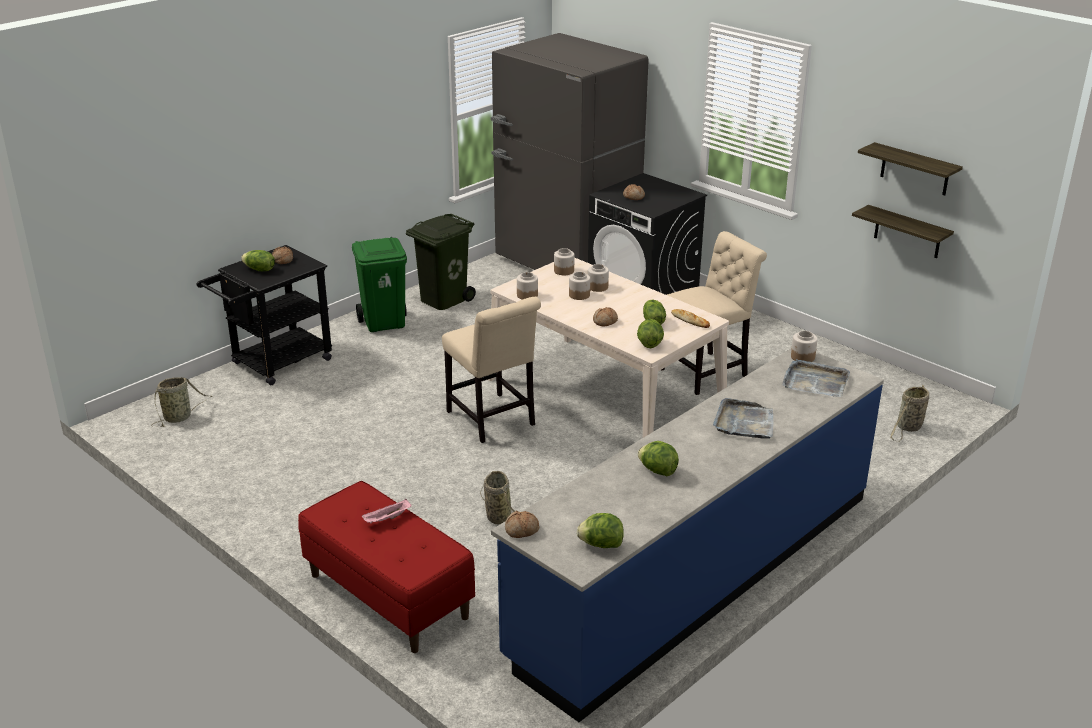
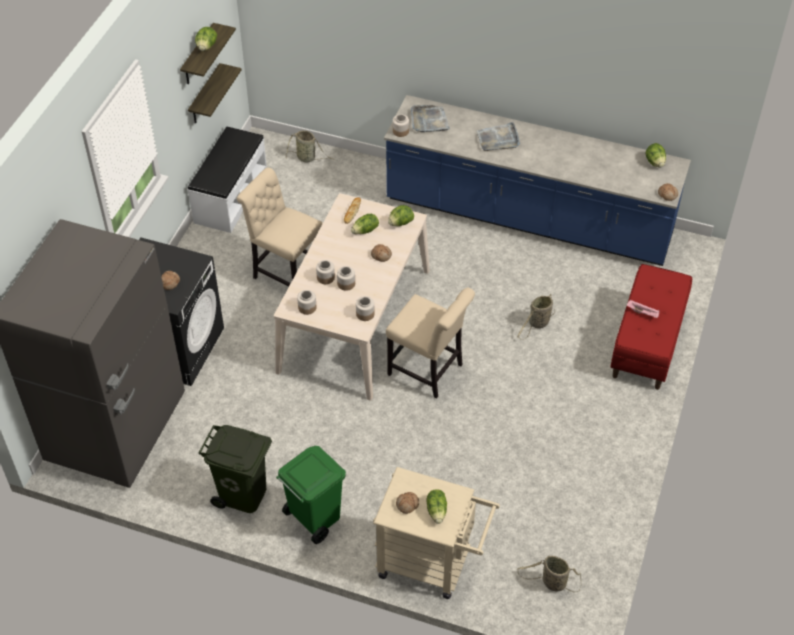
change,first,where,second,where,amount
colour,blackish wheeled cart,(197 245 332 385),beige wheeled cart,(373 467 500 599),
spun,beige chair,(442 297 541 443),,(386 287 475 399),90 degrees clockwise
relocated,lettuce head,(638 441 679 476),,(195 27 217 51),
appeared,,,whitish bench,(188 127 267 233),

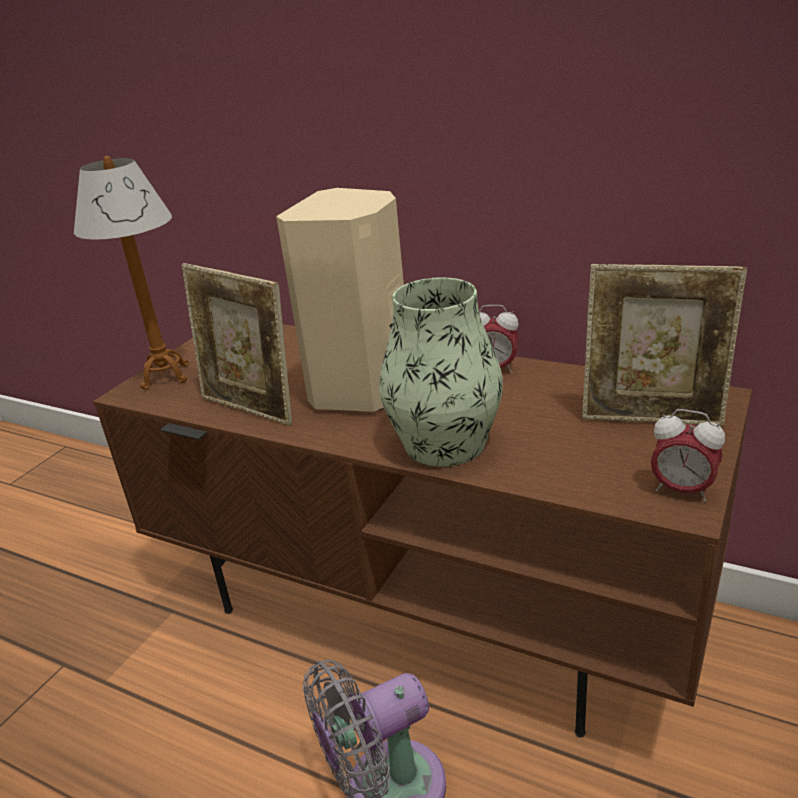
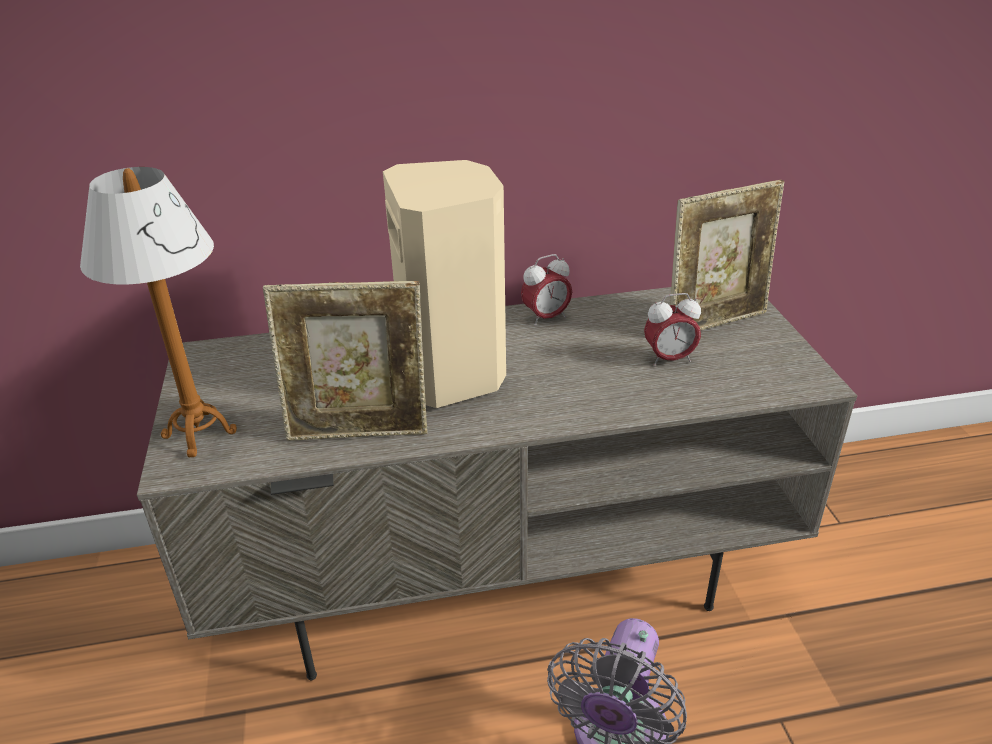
change,first,where,second,where,amount
colour,brown media console,(93 324 752 737),greyish media console,(137 287 857 680),
missing,decorative vase,(379 277 503 467),,,
relocated,table clock,(651 409 725 502),,(644 293 701 366),

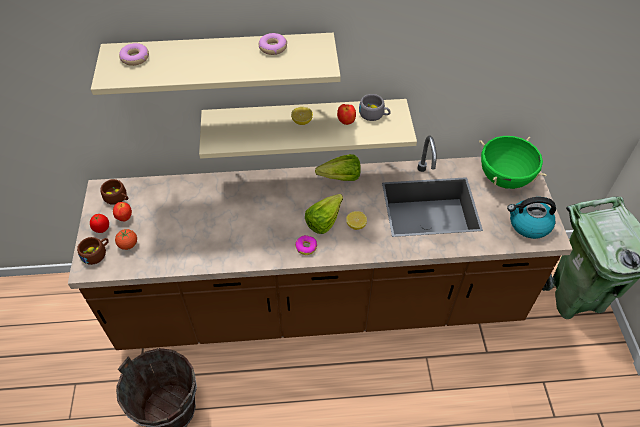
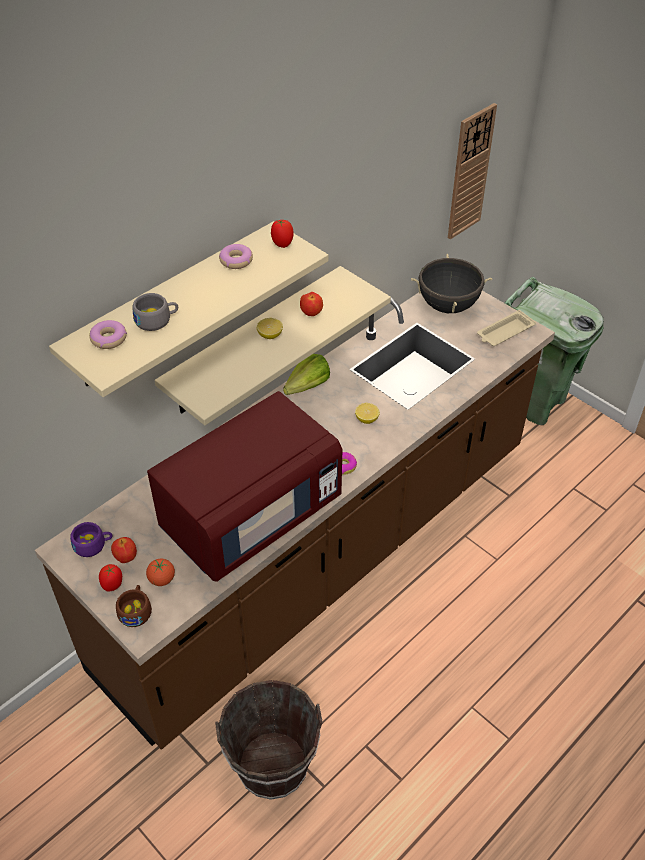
change,first,where,second,where,amount
colour,brown small cup,(100 179 128 205),purple small cup,(70 522 113 557),
missing,lettuce head,(305 194 343 234),,,
relocated,greyish small cup,(359 94 391 121),,(132 293 178 331),
colour,green-coloured stockpot,(479 136 546 189),blackish stockpot,(411 254 493 313),
exchanged,water kettle,(507 197 556 239),beige carrying tray,(477 310 536 346),
appeared,,,red kitchen microwave,(147 391 342 582),
appeared,,,tomato,(271 220 294 248),
appeared,,,hanging clock,(448 103 497 239),

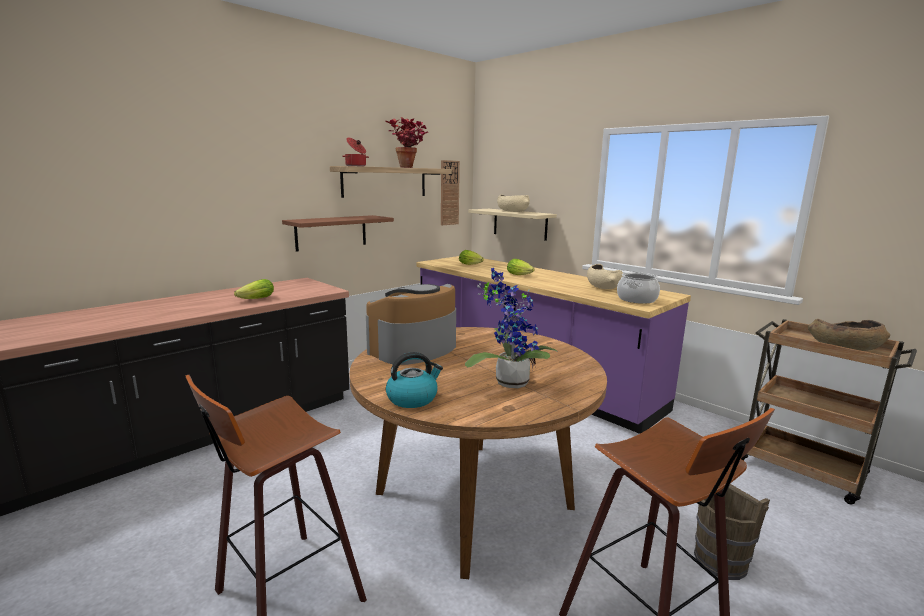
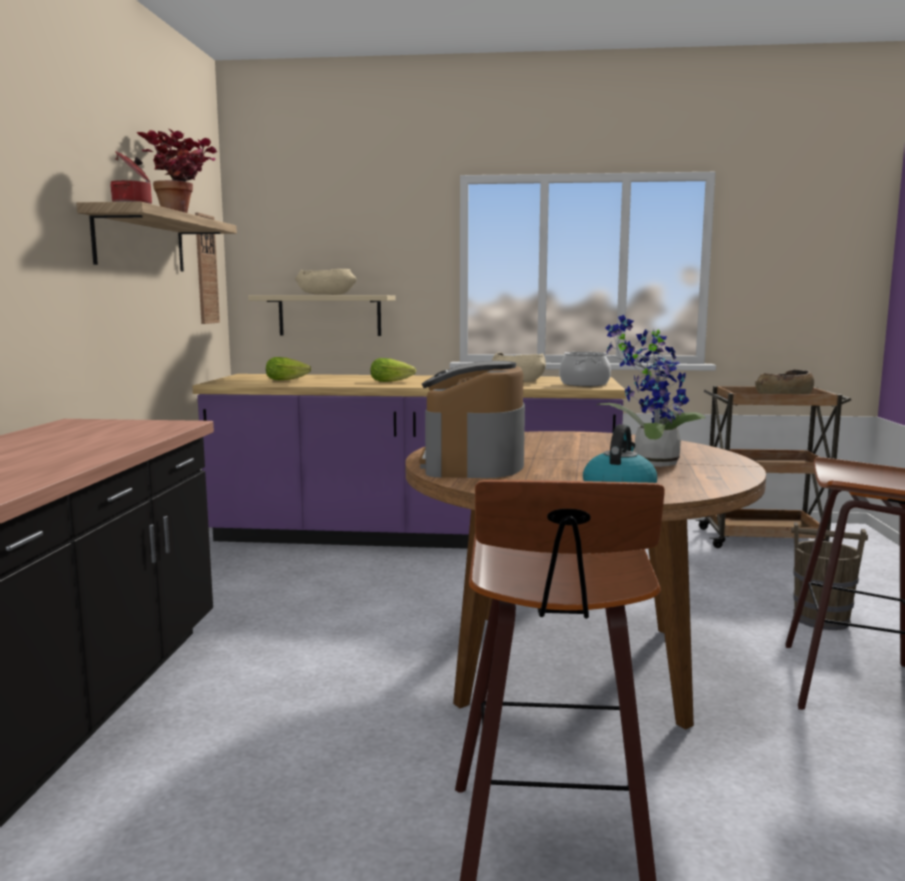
change,first,where,second,where,amount
missing,lettuce head,(234 279 274 299),,,
missing,brown bracket shelf,(282 215 394 252),,,

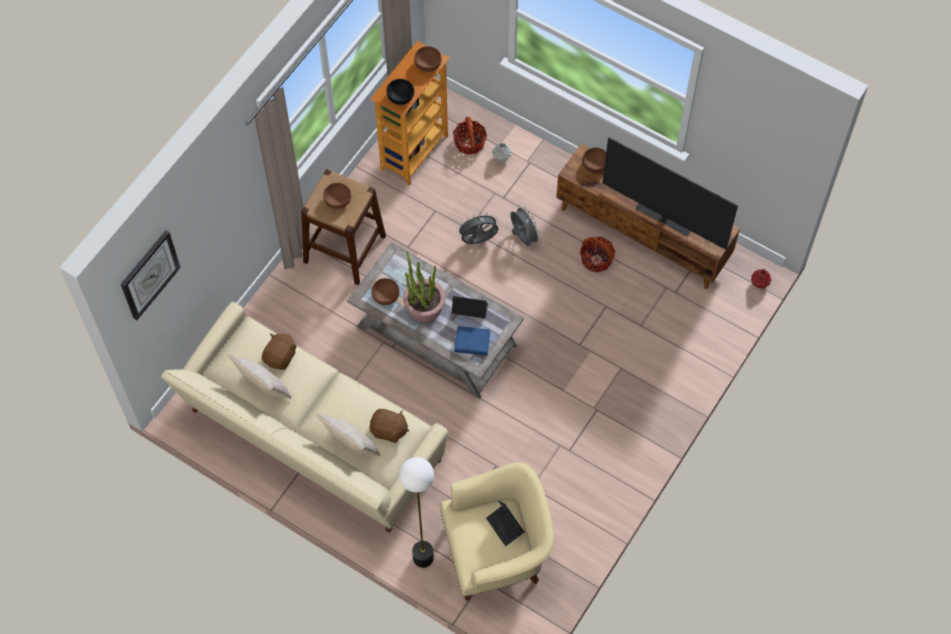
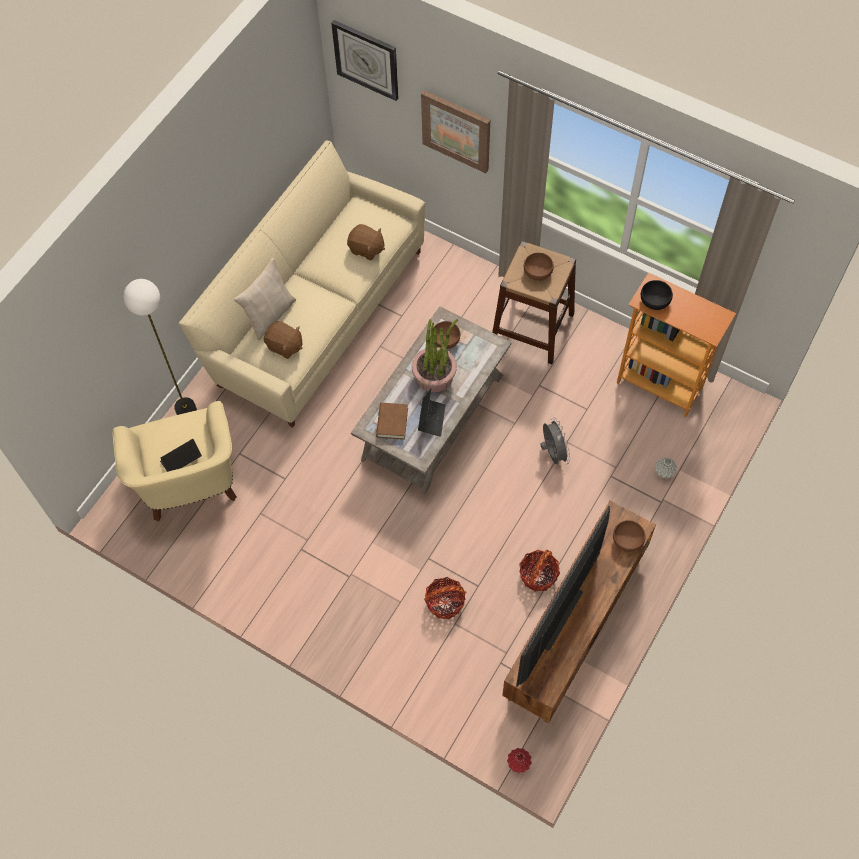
change,first,where,second,where,amount
missing,beige cushion,(227 354 292 399),,,
spun,brown plush toy,(369 409 409 443),,(264 321 302 359),75 degrees counterclockwise
missing,brown serving bowl,(414 46 442 72),,,
relocated,basket,(453 117 487 155),,(424 577 466 619),
colour,bluish volume,(454 326 490 356),brown volume,(376 403 408 440),
missing,greyish cooling fan,(510 205 541 246),,,
appeared,,,picture,(421 90 490 173),

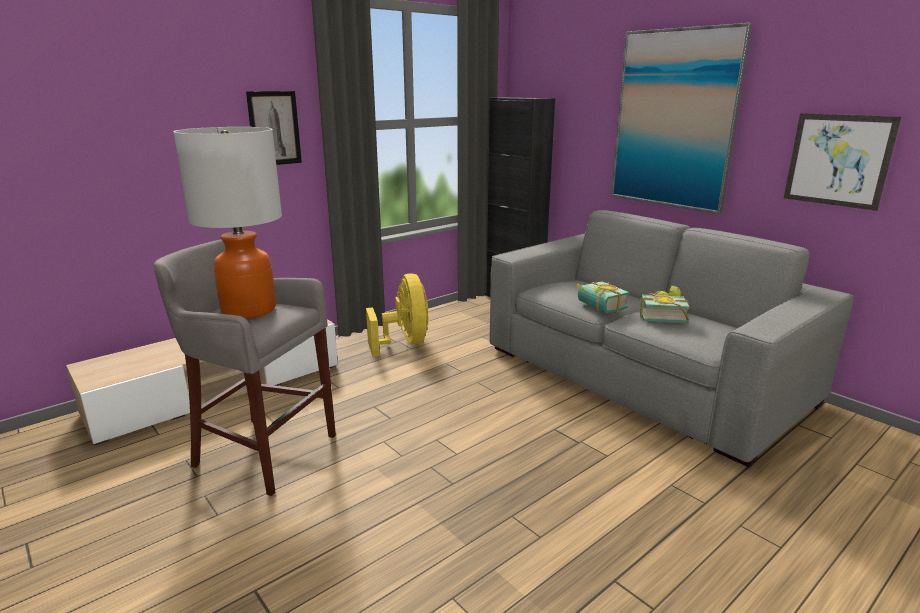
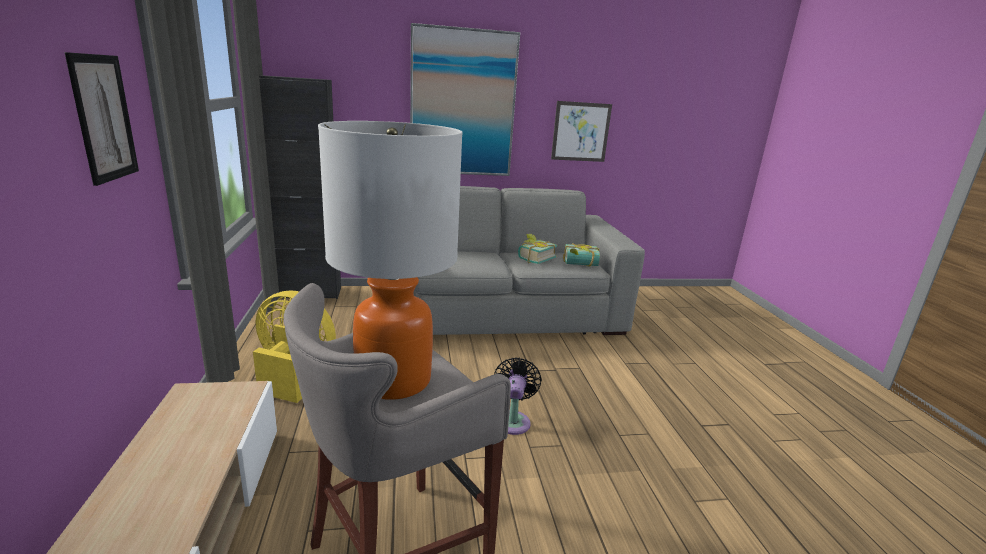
change,first,where,second,where,amount
relocated,volume,(577 281 629 313),,(563 243 600 266),
appeared,,,blackish cooling fan,(494 357 542 435),

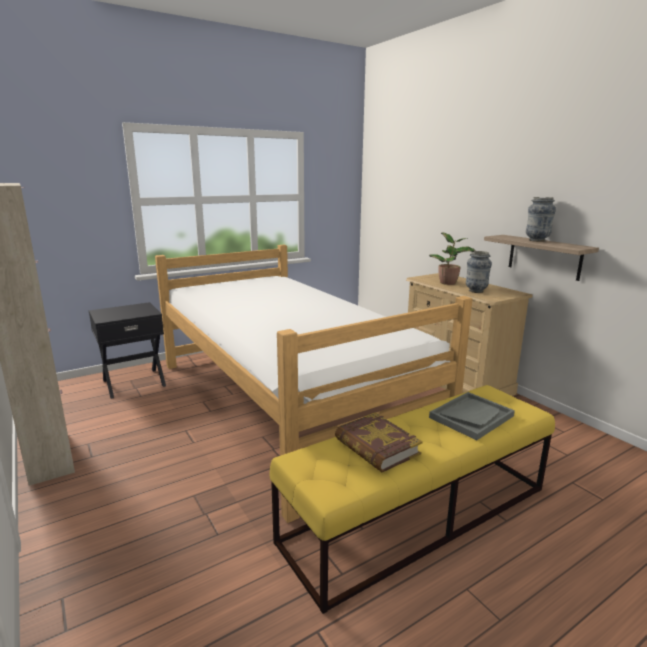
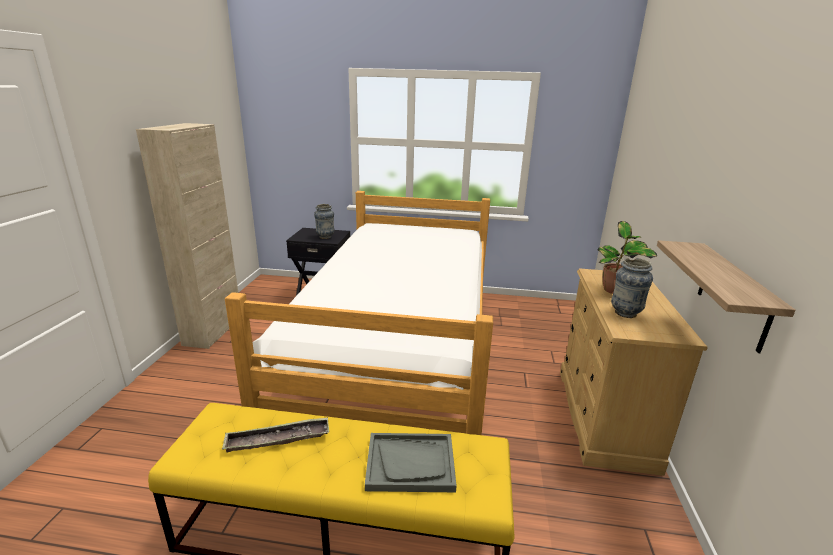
change,first,where,second,where,amount
exchanged,volume,(335 413 423 472),carrying tray,(222 417 329 452),
relocated,decorative vase,(526 197 556 242),,(314 204 334 239),

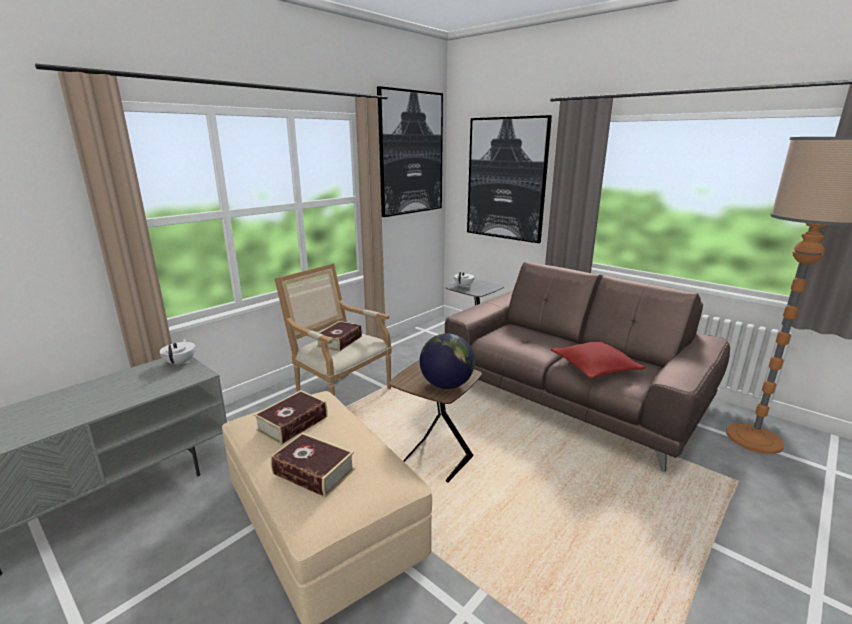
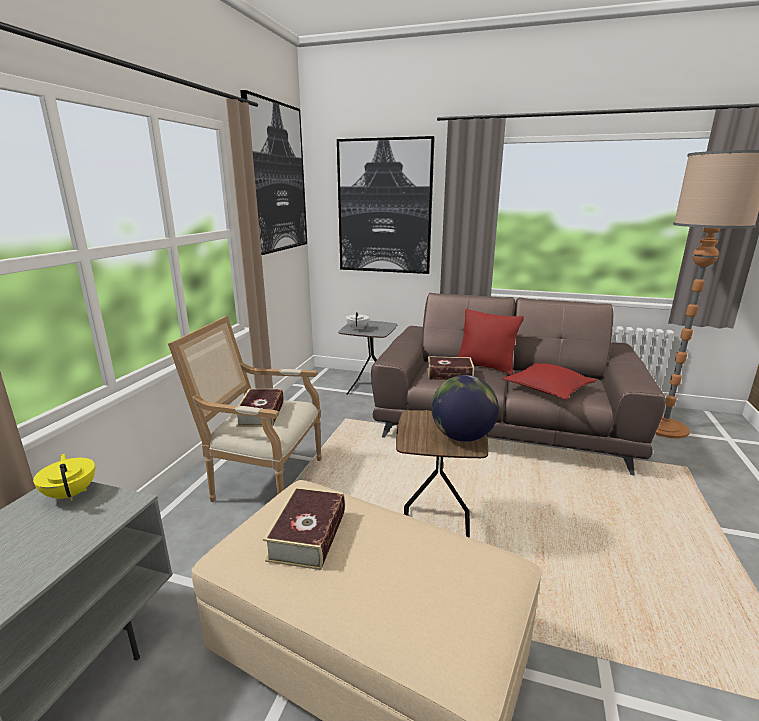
change,first,where,second,where,amount
colour,whitish teapot,(160 339 195 367),yellowish teapot,(33 454 95 501),
relocated,volume,(271 433 355 498),,(428 356 474 380),
appeared,,,red cushion,(458 309 524 375),

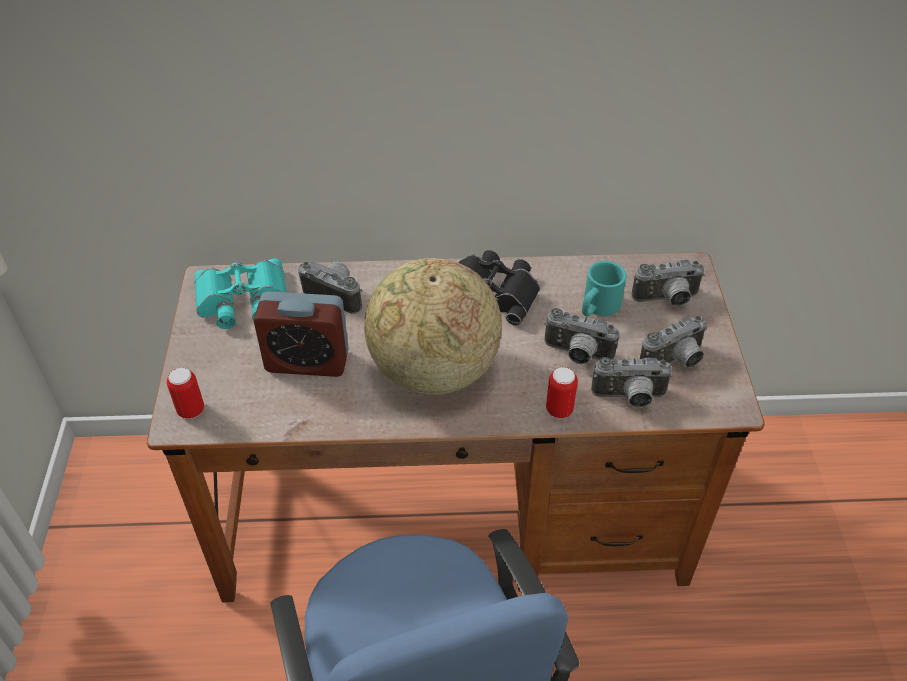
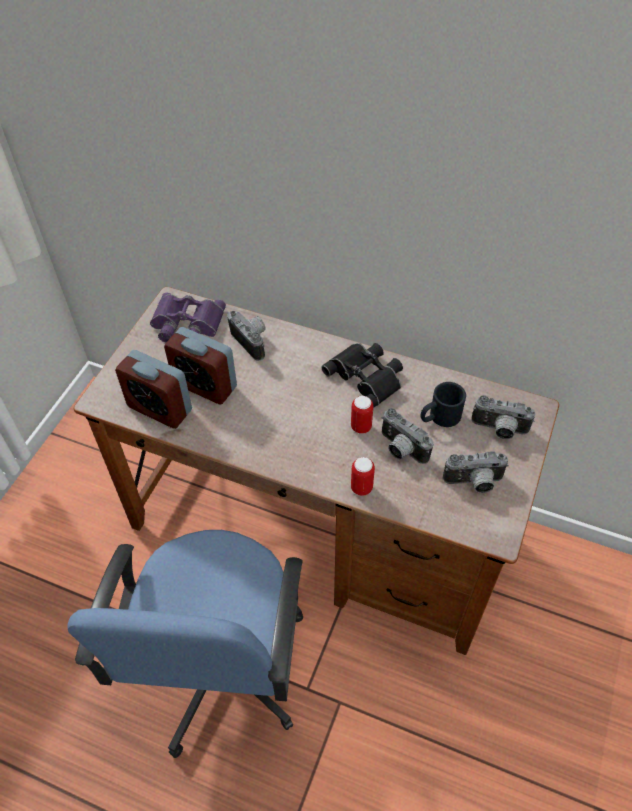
change,first,where,second,where,amount
relocated,metal can,(167 368 204 419),,(351 396 373 434),
colour,turquoise-coloured binoculars,(194 258 287 329),purple binoculars,(150 293 226 342),
missing,desk globe,(364 258 502 395),,,
colour,turquoise-coloured mug,(582 261 627 317),blackish mug,(420 382 466 427),
missing,still camera,(591 357 672 408),,,
appeared,,,table clock,(115 350 192 429),

